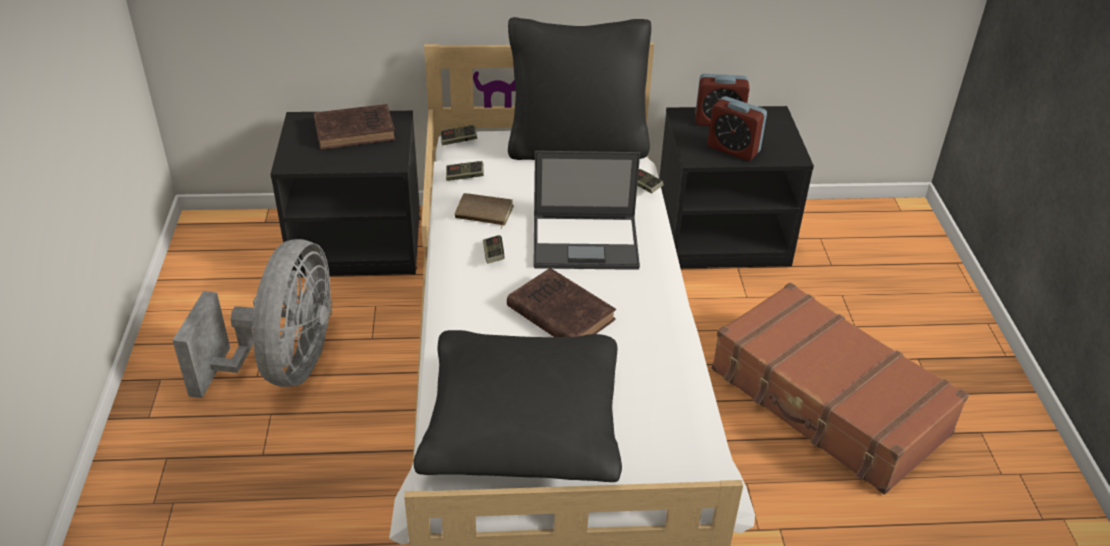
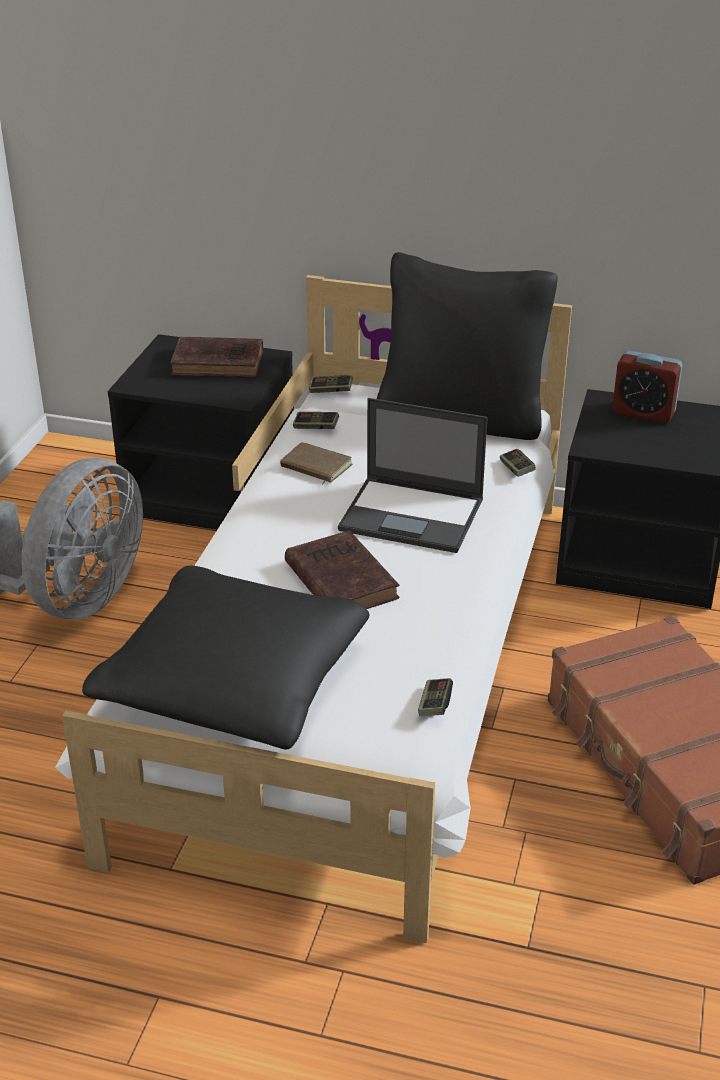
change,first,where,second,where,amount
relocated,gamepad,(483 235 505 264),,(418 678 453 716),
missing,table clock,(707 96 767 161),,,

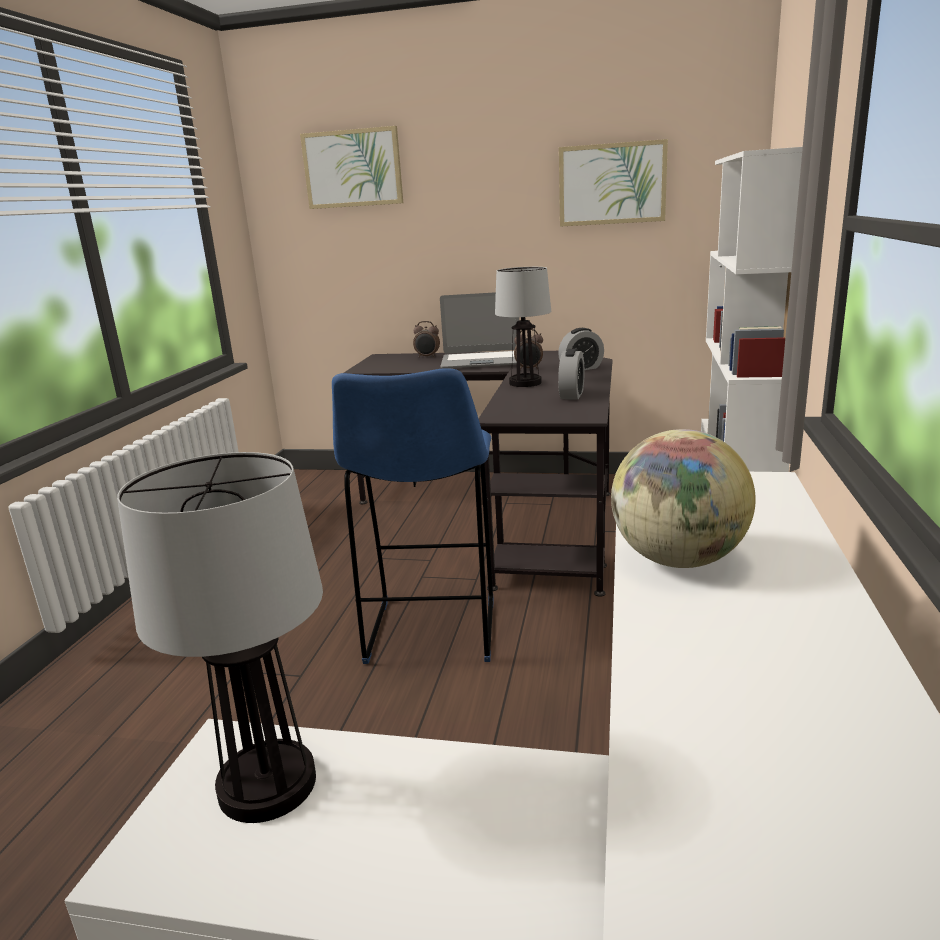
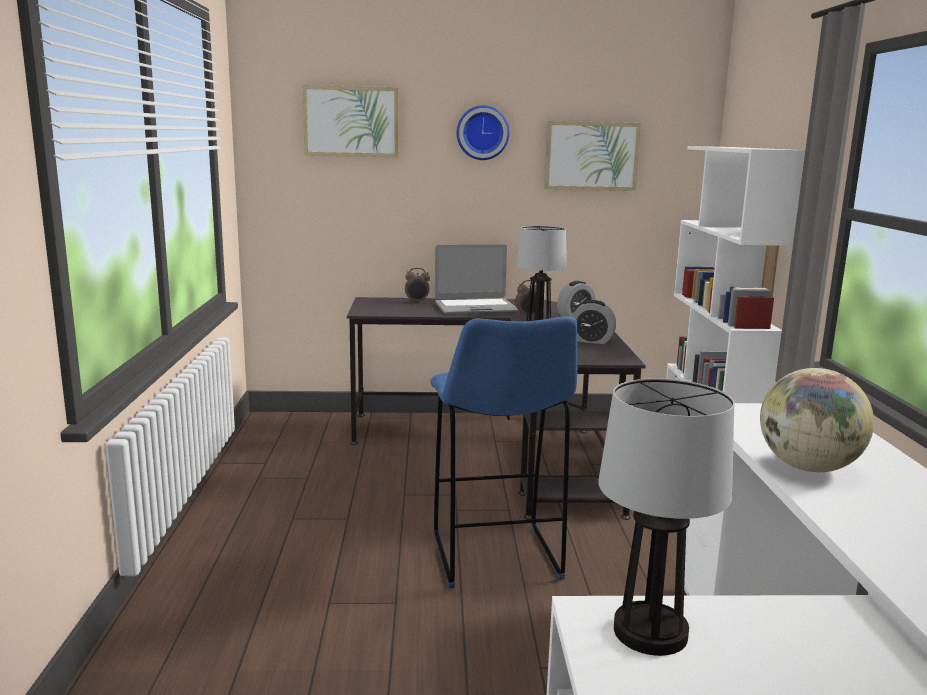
change,first,where,second,where,amount
spun,table clock,(558 349 584 400),,(571 300 616 344),105 degrees clockwise
appeared,,,hanging clock,(457 105 509 160),

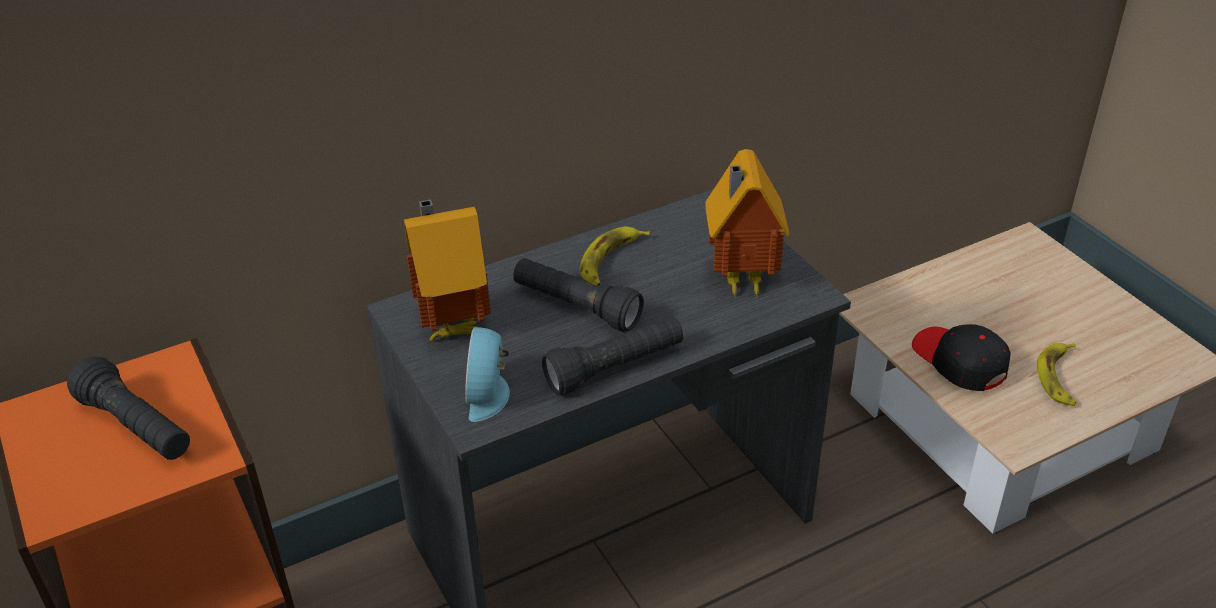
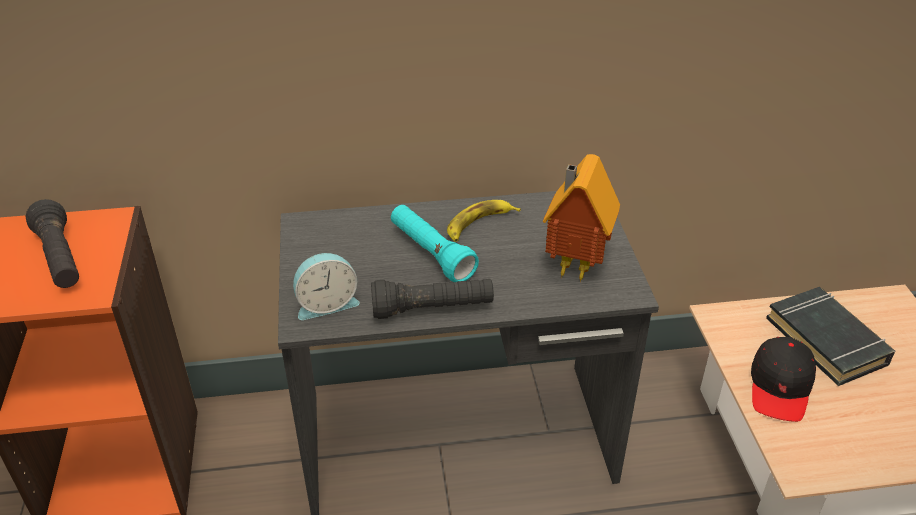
change,first,where,second,where,amount
missing,toy house,(404 200 491 342),,,
spun,table clock,(465 327 510 422),,(293 253 359 320),135 degrees counterclockwise
colour,blackish flashlight,(513 258 644 332),turquoise-coloured flashlight,(391 205 479 282),
spun,blackish baseball cap,(912 324 1011 391),,(751 337 816 422),150 degrees counterclockwise
missing,whole banana,(1037 343 1076 406),,,
appeared,,,blackish volume,(766 287 895 386),

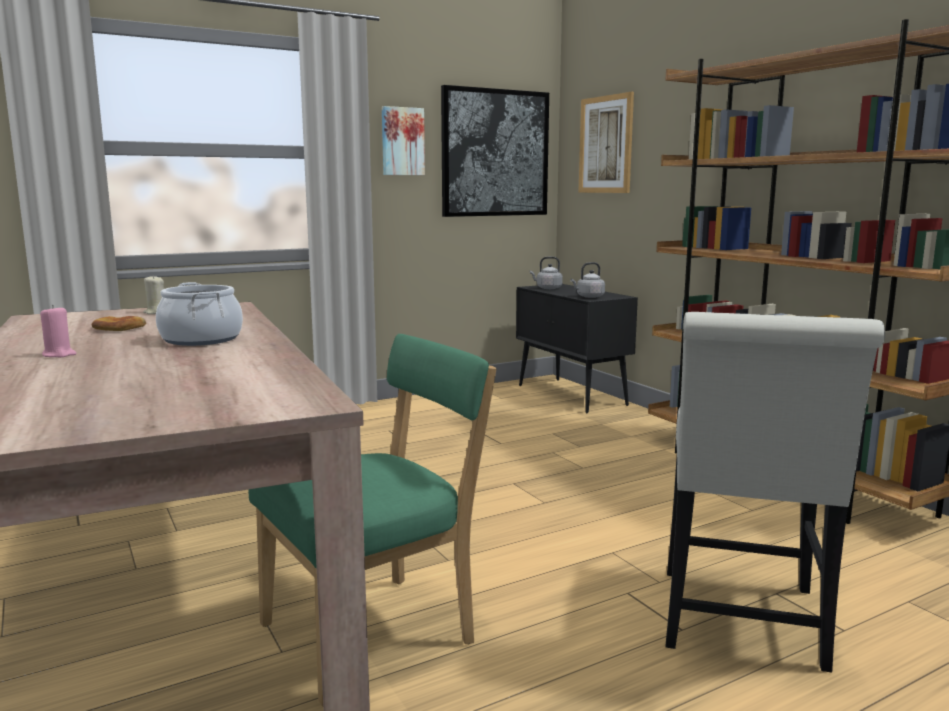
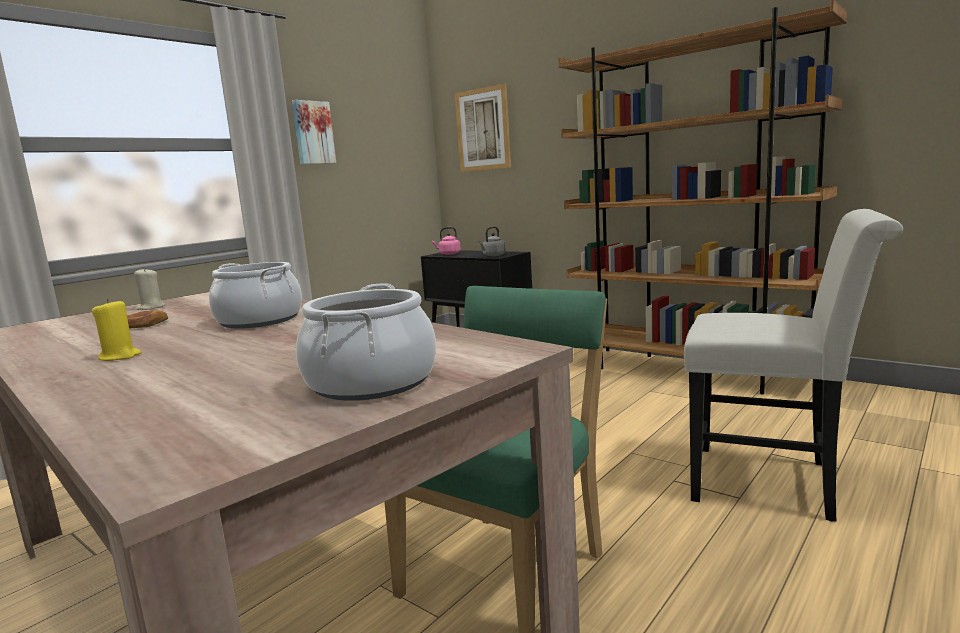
change,first,where,second,where,amount
colour,pink-coloured wax candle,(40 305 77 357),yellowish wax candle,(92 299 142 361),
missing,picture,(441 85 549 217),,,
colour,greyish water kettle,(530 257 563 289),pink-coloured water kettle,(432 227 461 255),
spun,whitish chair,(666 312 885 673),,(684 209 903 521),60 degrees counterclockwise
appeared,,,stockpot,(296 283 436 401),

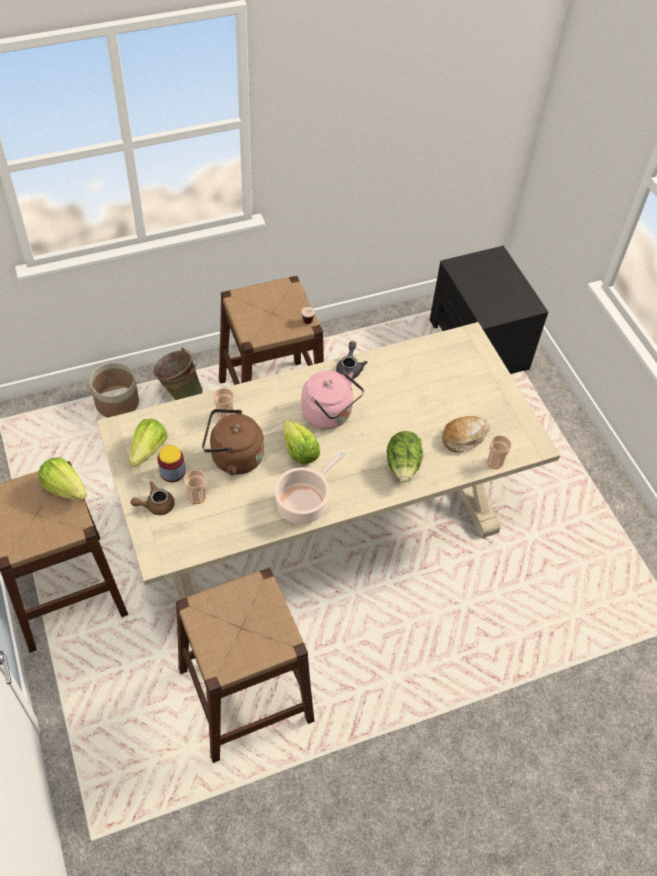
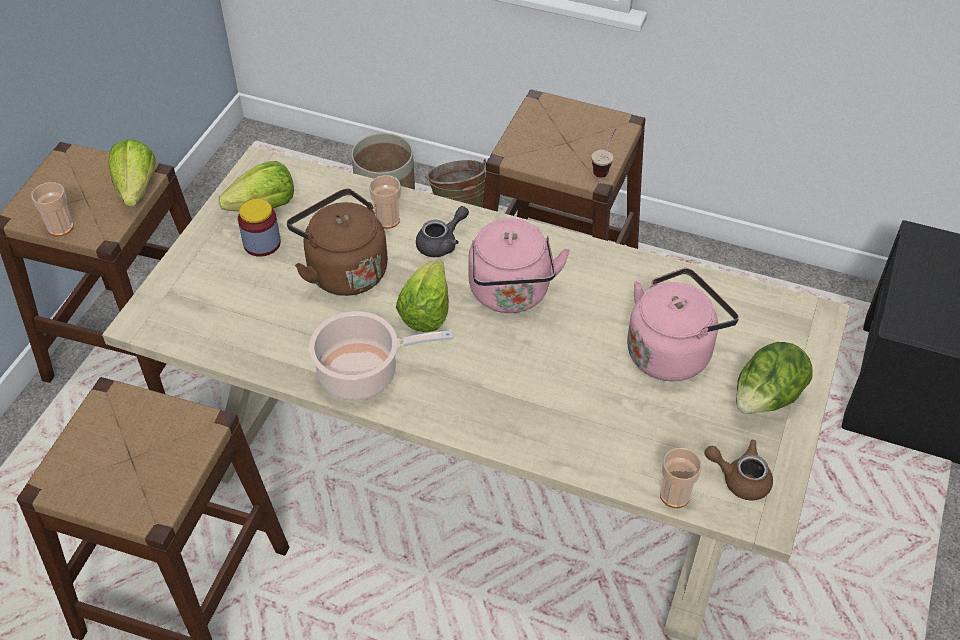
change,first,where,second,where,amount
relocated,brown teapot,(131 482 175 515),,(704 440 773 501),
relocated,small cup,(184 470 206 504),,(31 182 74 237),
relocated,greyish teapot,(336 341 368 379),,(416 206 469 257),
relocated,lettuce head,(387 431 423 483),,(736 342 813 414),
missing,baked bread,(442 416 490 453),,,
appeared,,,pink-coloured water kettle,(627 268 739 381),

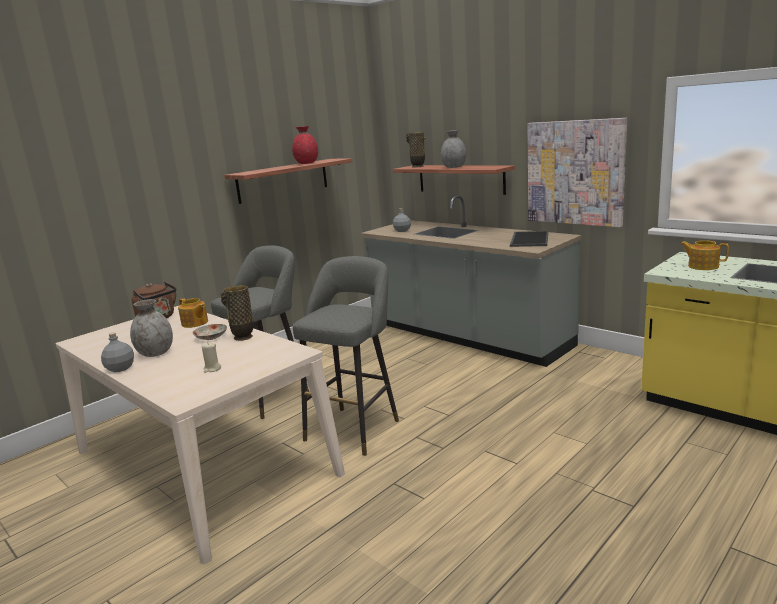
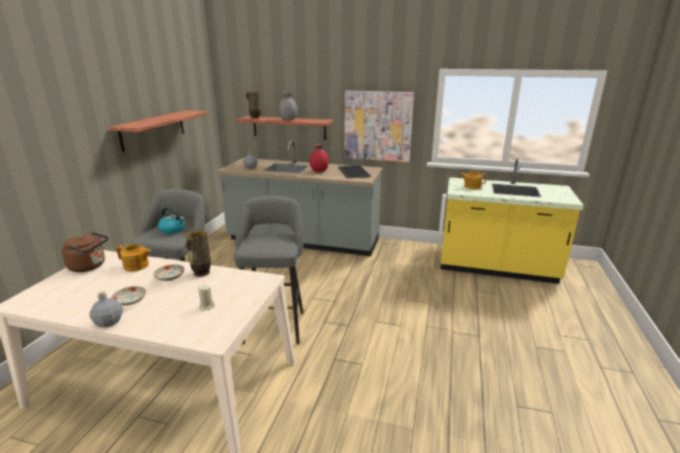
change,first,where,second,where,amount
exchanged,greyish decorative vase,(130 299 173 357),flat dish,(111 286 146 306),
relocated,red decorative vase,(292 126 318 164),,(310 144 329 172),
appeared,,,water kettle,(158 207 185 234),

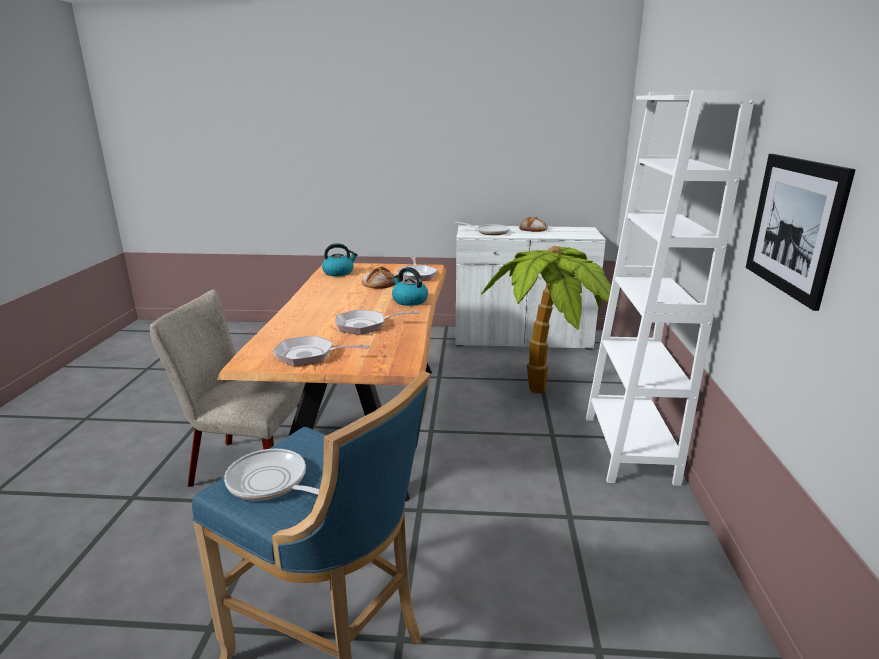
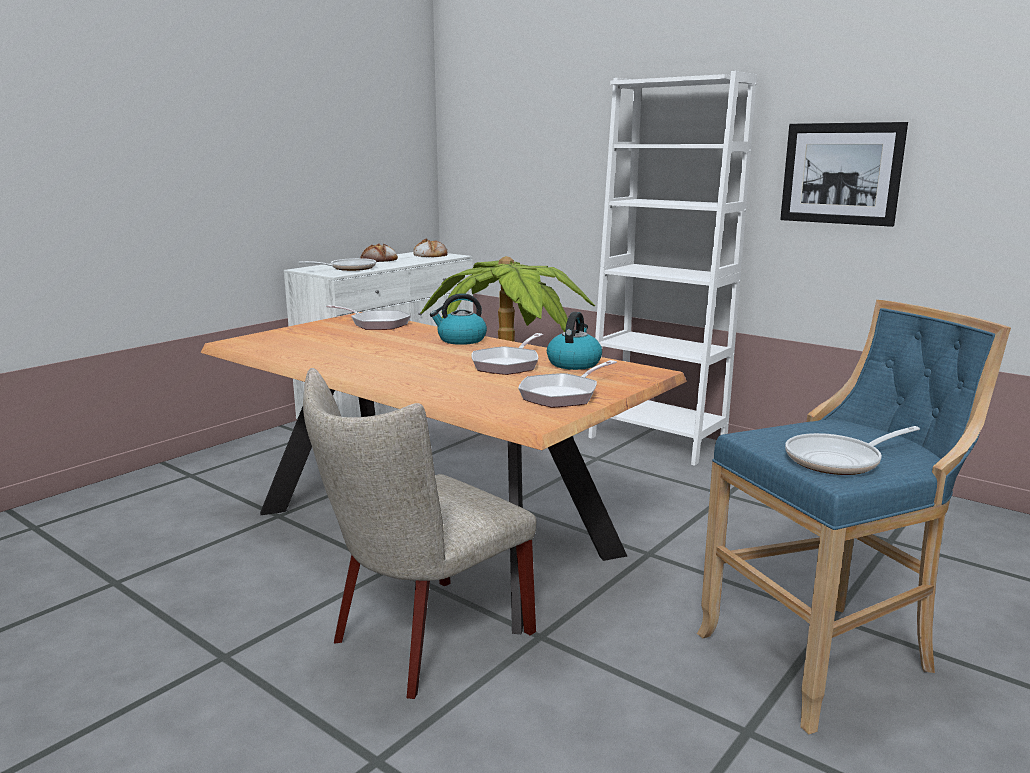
change,first,where,second,where,amount
relocated,water kettle,(322 243 358 276),,(547 312 602 370),
relocated,baked bread,(362 267 395 288),,(413 239 448 257),

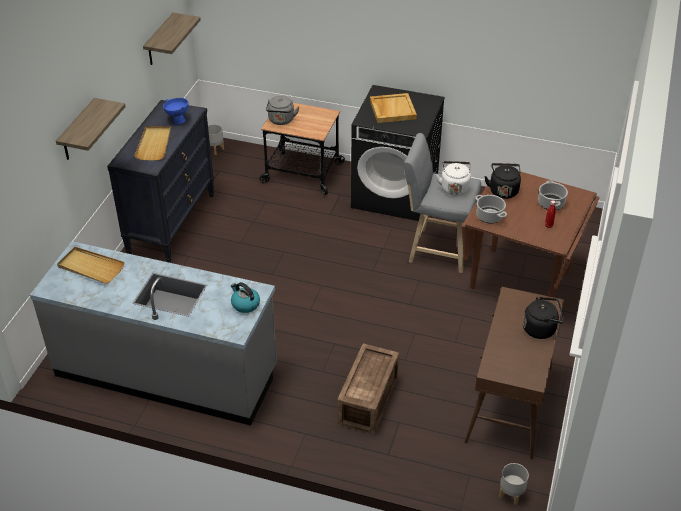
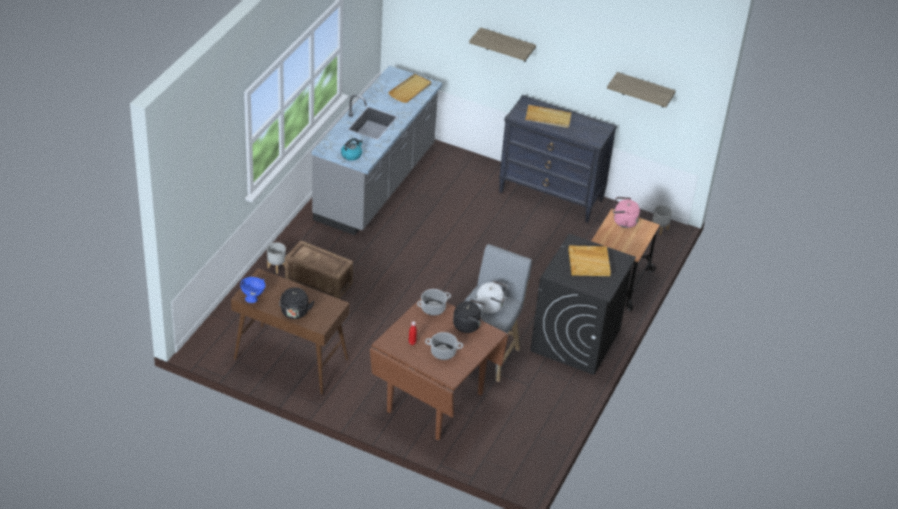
change,first,where,second,where,amount
relocated,bluish serving bowl,(163 98 189 124),,(240 277 266 303),
colour,greyish water kettle,(266 96 299 125),pink-coloured water kettle,(613 197 640 228),
relocated,greyish planter,(499 463 529 506),,(267 242 286 274),

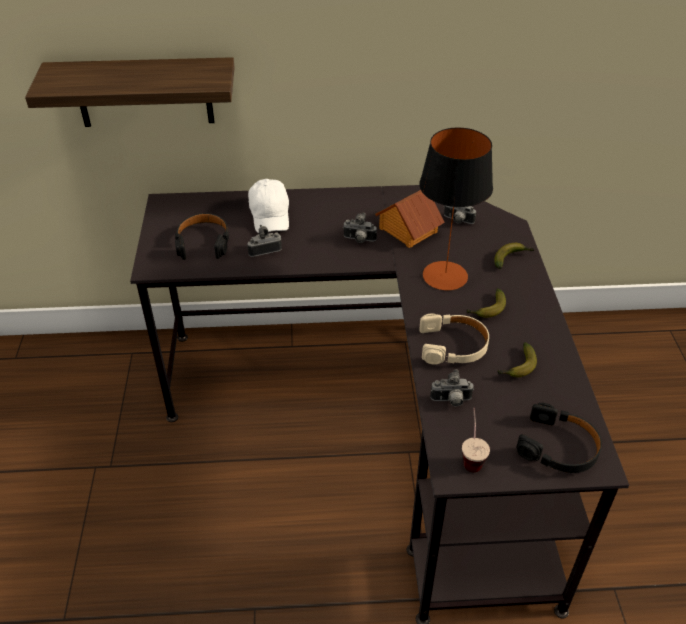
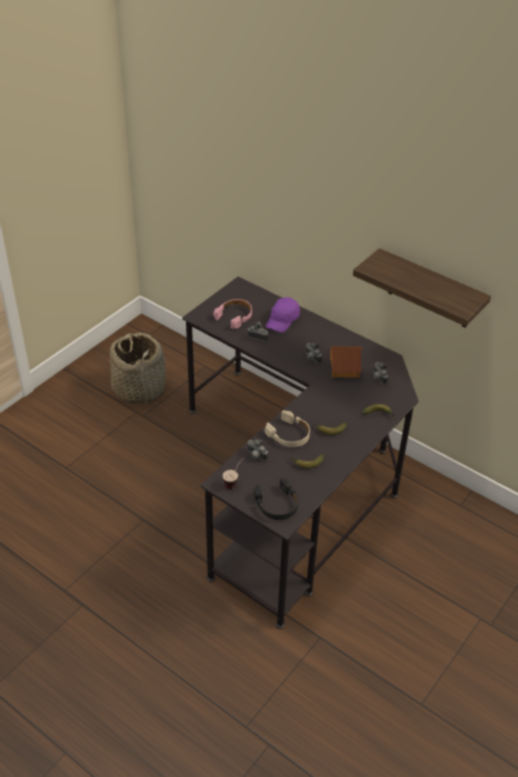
change,first,where,second,where,amount
relocated,bracket shelf,(25 57 235 127),,(353 248 491 328),
colour,blackish pair of headphones,(175 213 229 260),pink-coloured pair of headphones,(213 299 252 329),
colour,whitish baseball cap,(248 179 289 233),purple baseball cap,(266 297 300 333),
missing,lamp for a table,(419 128 493 291),,,
appeared,,,basket,(110 333 165 404),

